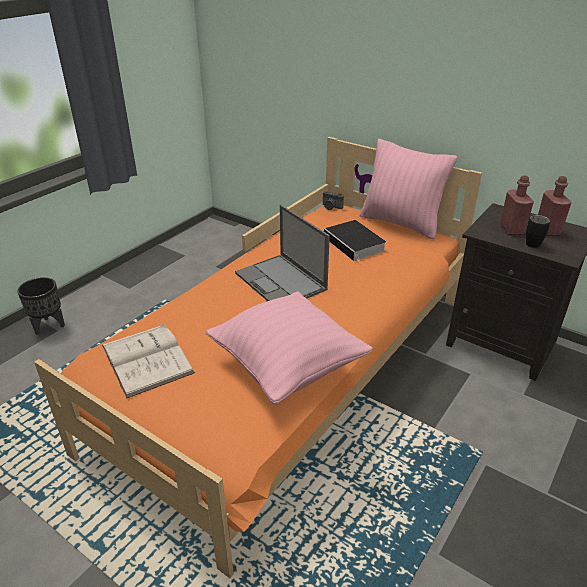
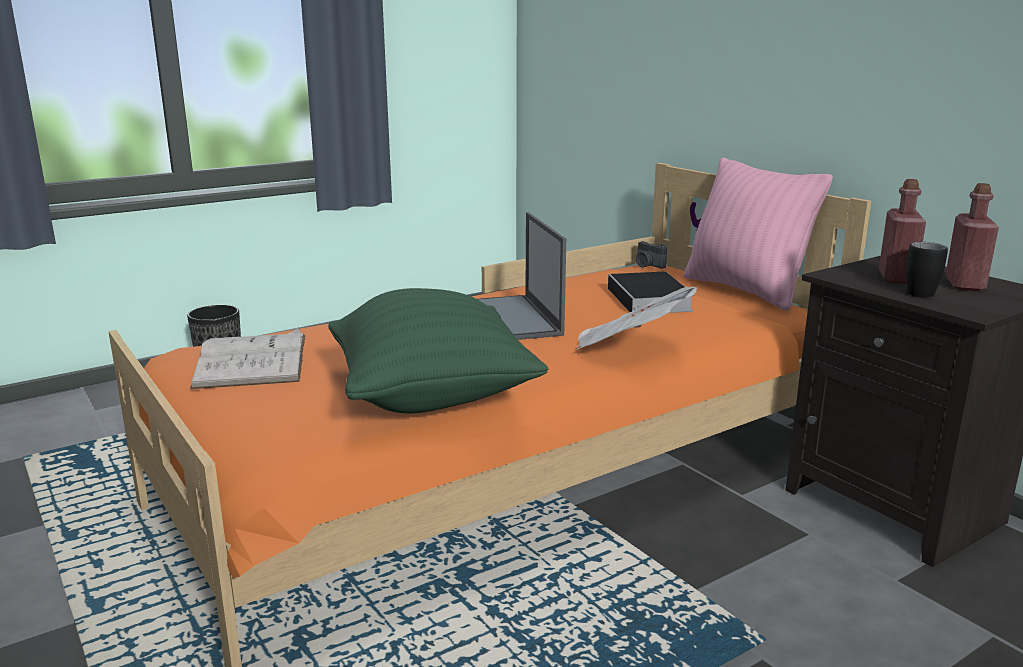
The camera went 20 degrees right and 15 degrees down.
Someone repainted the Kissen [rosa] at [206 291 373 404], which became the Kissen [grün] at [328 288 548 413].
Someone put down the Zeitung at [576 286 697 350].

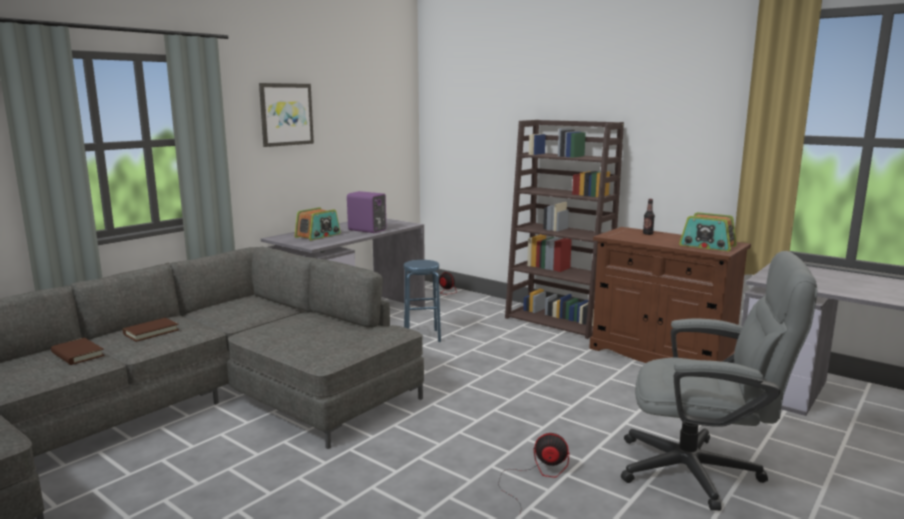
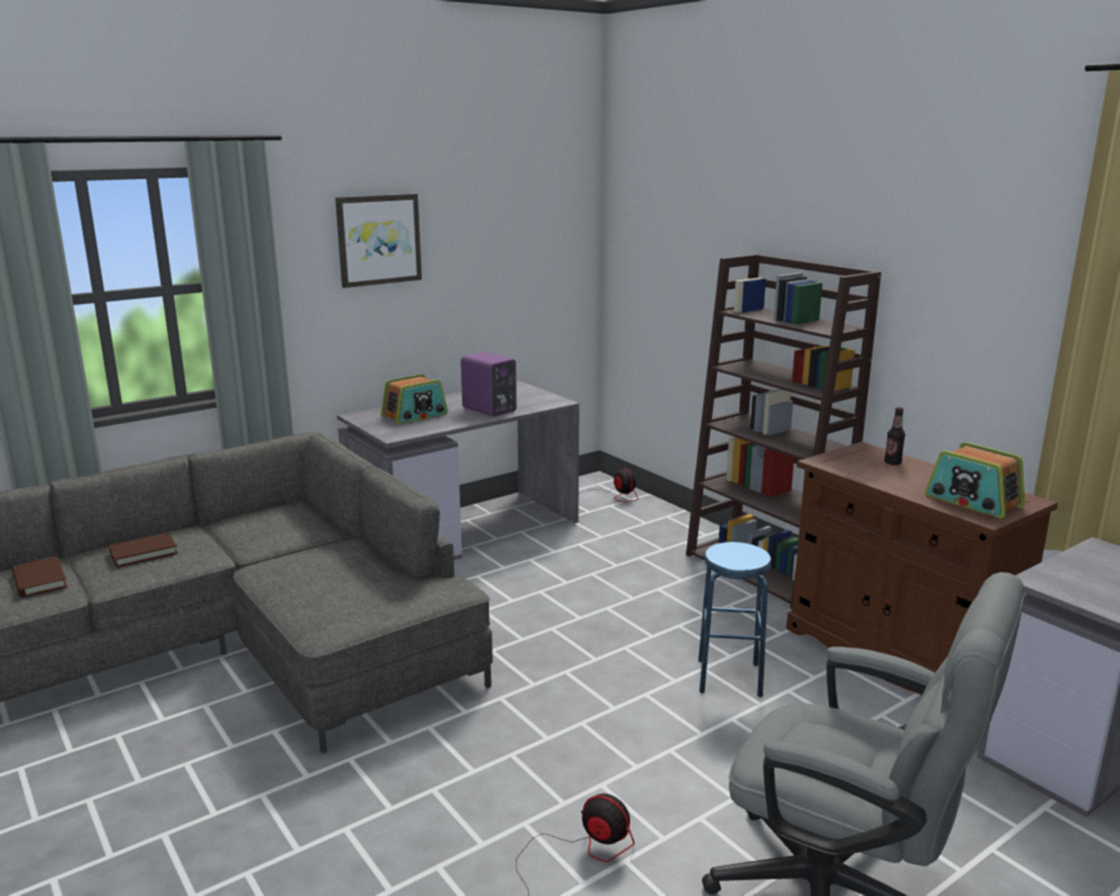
The camera went 15 degrees right and 5 degrees up.
Someone carried the Hocker [blau] from [403 260 441 342] to [698 542 771 697].

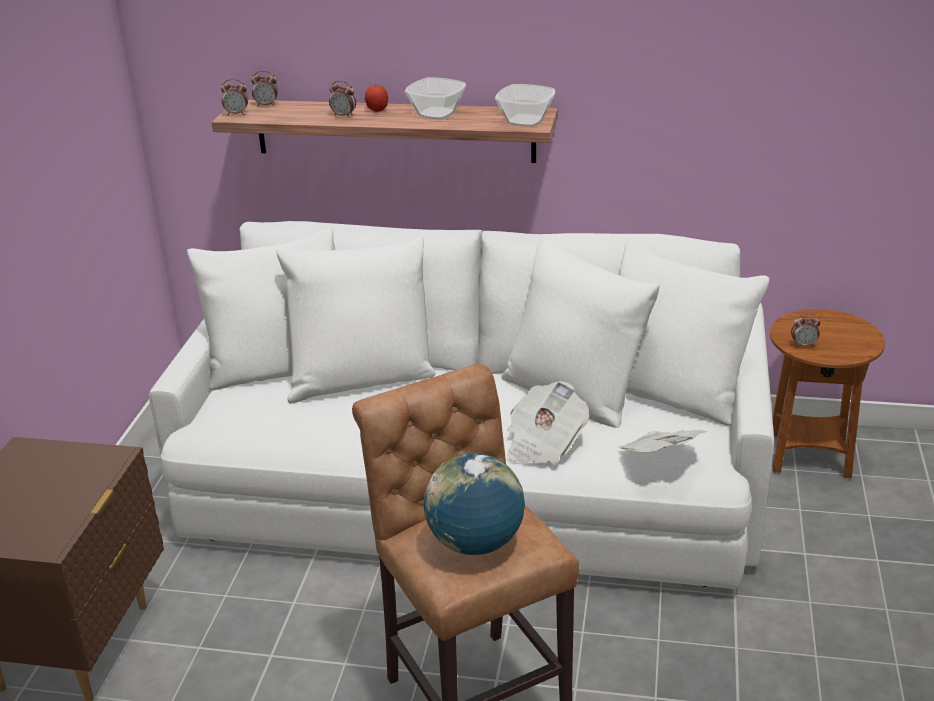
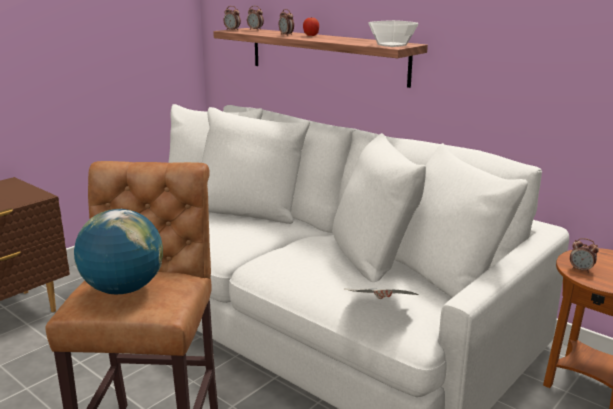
The camera went 30 degrees right and 10 degrees down.
Someone took away the Schüssel at [405 77 466 119].
Someone took away the Zeitung at [507 381 589 464].

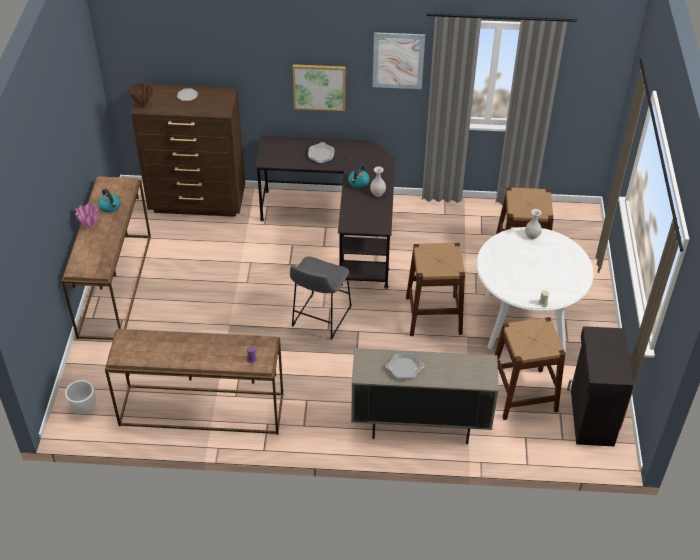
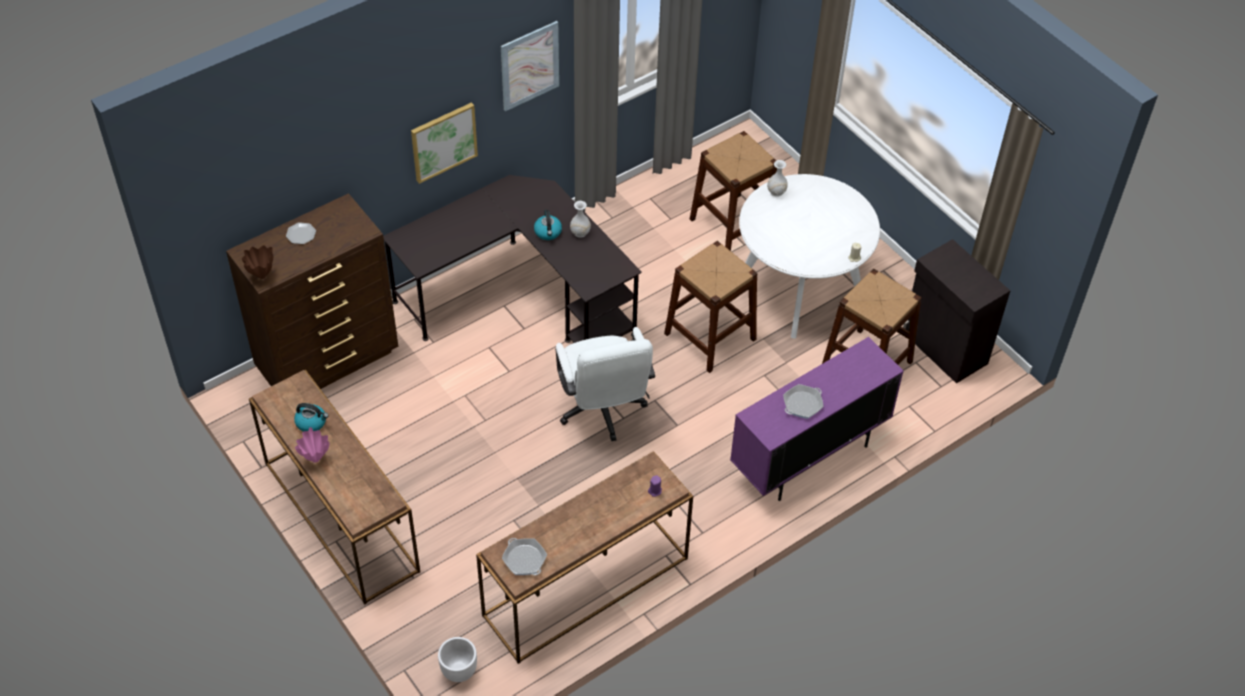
The camera went 40 degrees left and 5 degrees up.
Someone carried the Pfanne from [308 142 334 163] to [502 538 547 575].
Someone swapped the Hocker [grau] at [290 256 352 339] for the Bürostuhl [weiß] at [555 327 655 441].
Someone repainted the Schrank [beige] at [351 348 499 444], which became the Schrank [lila] at [730 337 904 501].

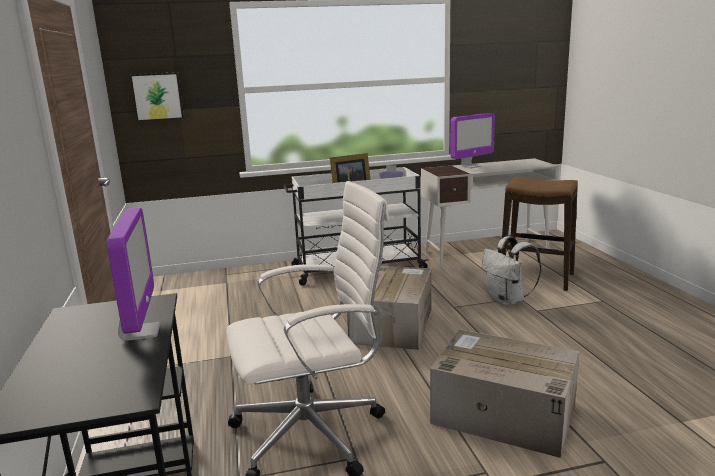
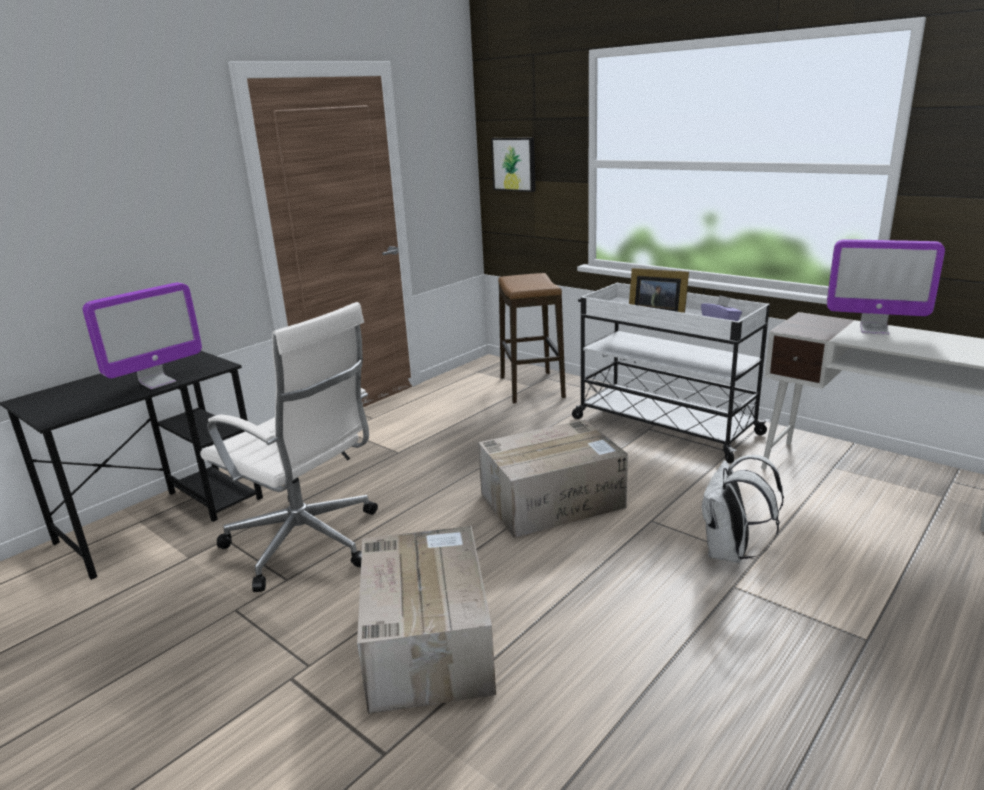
The camera went 55 degrees right and 5 degrees up.
Someone carried the Hocker from [501 177 578 291] to [498 273 566 404].

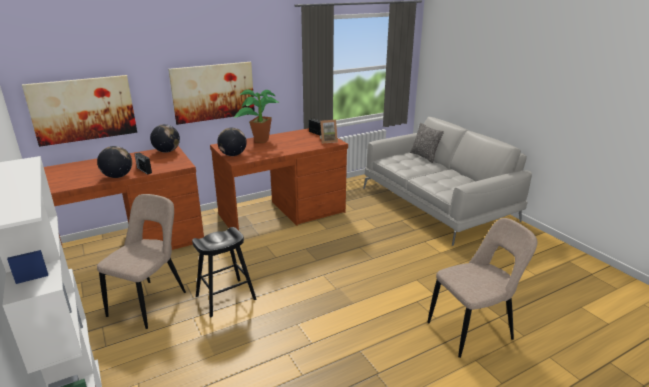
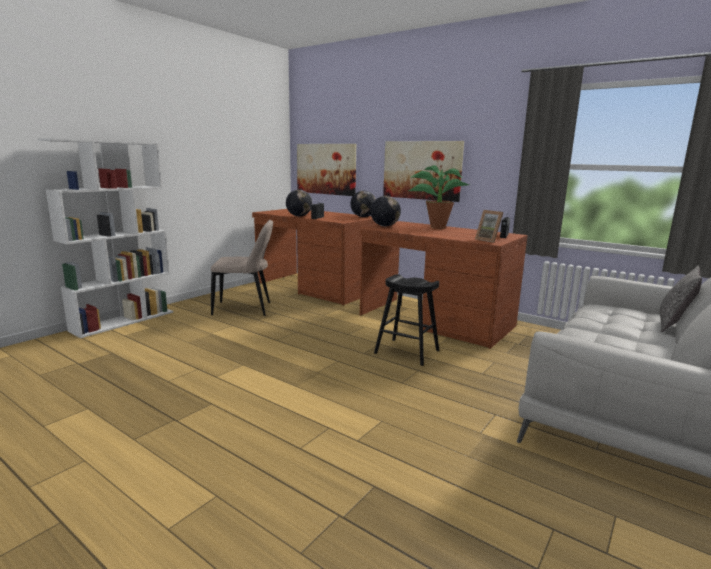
The camera went 65 degrees right and 10 degrees down.
Someone took away the Stuhl [beige] at [427 218 538 358].
Someone carried the Hocker [schwarz] from [192 227 256 317] to [374 274 439 366].

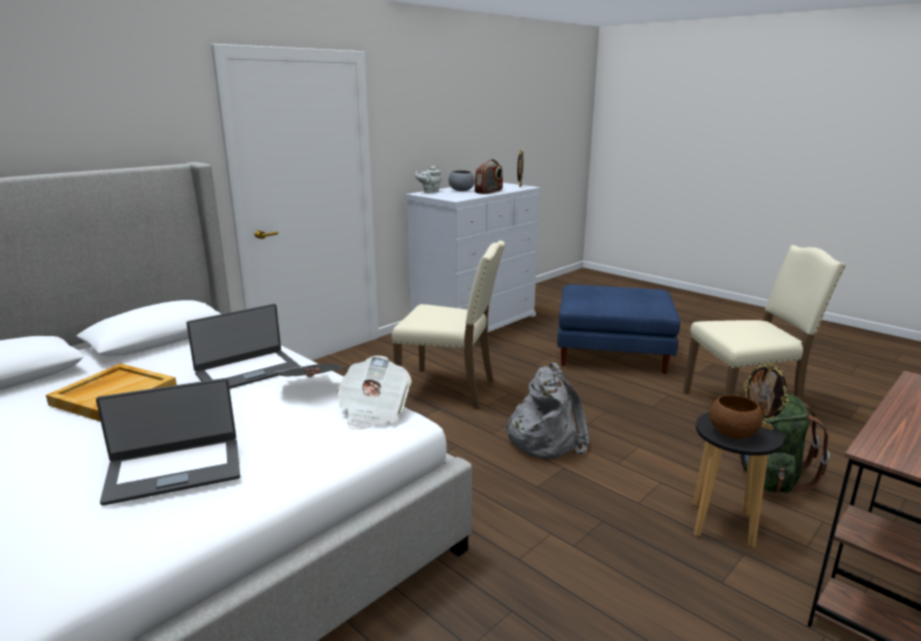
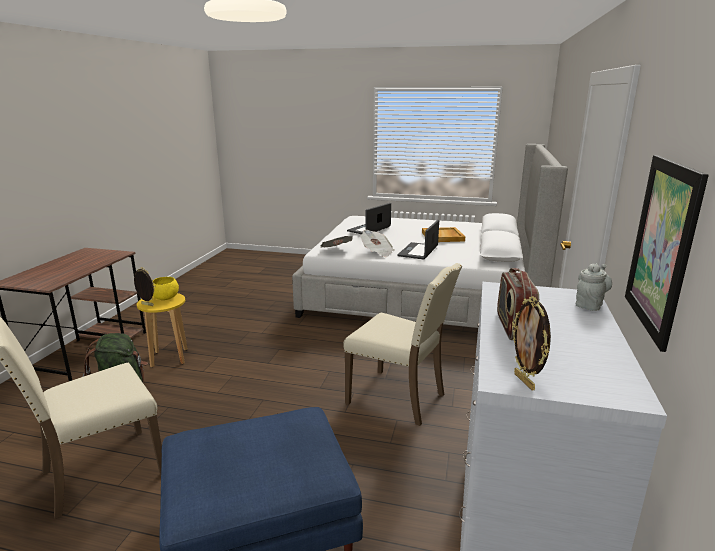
The camera went 150 degrees right and 0 degrees up.
Someone took away the Schüssel [grau] at [448 170 475 191].
Someone rotated the Stuhl [beige] at [391 241 506 409] by 135 degrees counterclockwise.
Someone took away the Rucksack [grau] at [503 362 589 459].
Someone repainted the Schüssel [braun] at [710 395 762 439], which became the Schüssel [gelb] at [153 277 179 300].
Someone repainted the Hocker [schwarz] at [693 412 784 548], which became the Hocker [gelb] at [137 293 188 367].
Someone put up the Bild at [625 155 709 352].

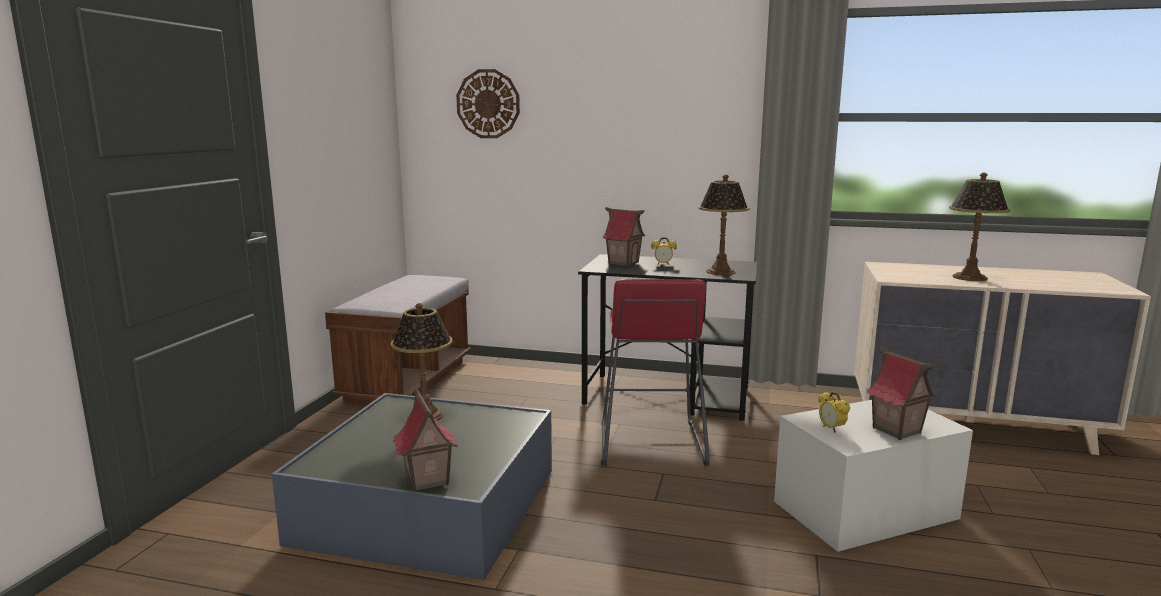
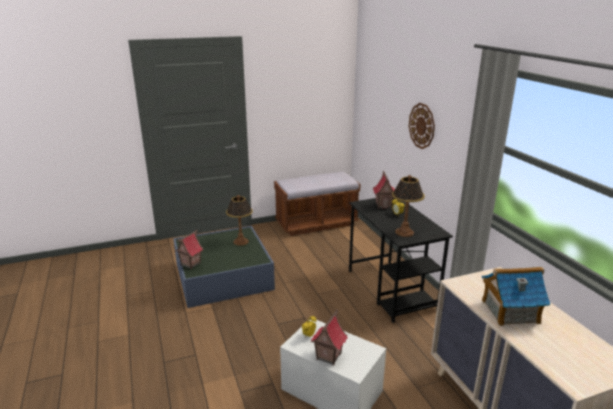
The camera went 55 degrees right and 10 degrees up.
Someone carried the Wanduhr from [456 69 520 138] to [409 103 435 149].
Someone swapped the Tischlampe at [949 173 1011 281] for the Spielzeughaus at [482 267 550 326].
Someone took away the Hocker [rot] at [601 279 710 466].

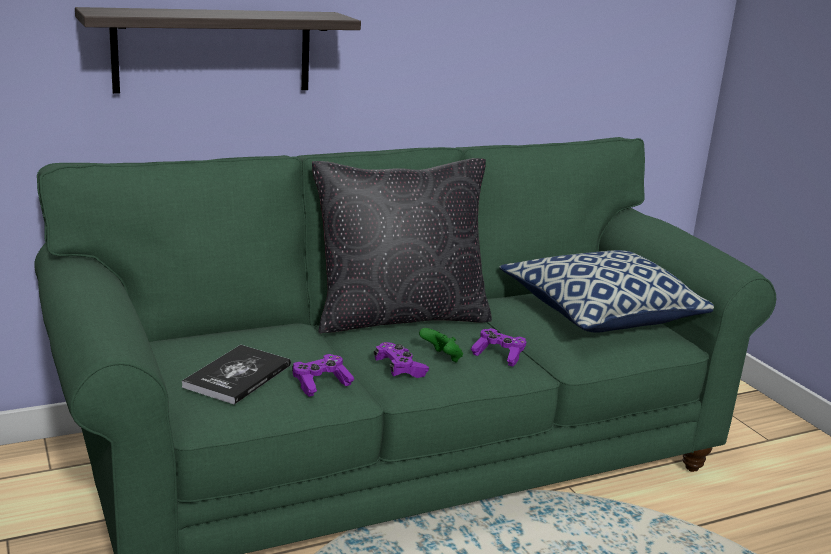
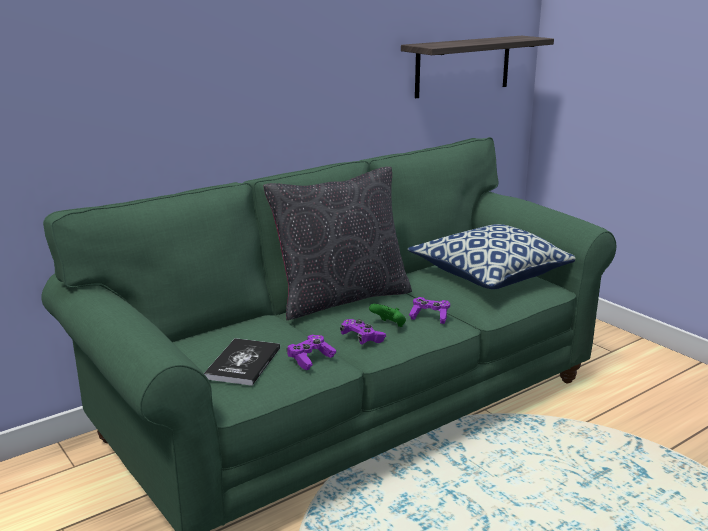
The camera went 10 degrees left and 0 degrees up.
Someone carried the Wandregal from [75 7 361 94] to [401 36 554 98].

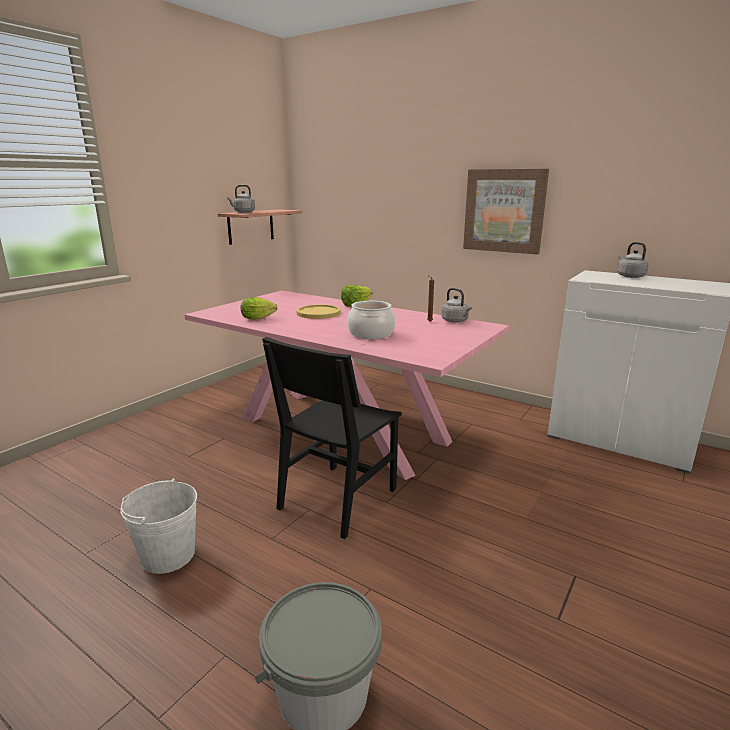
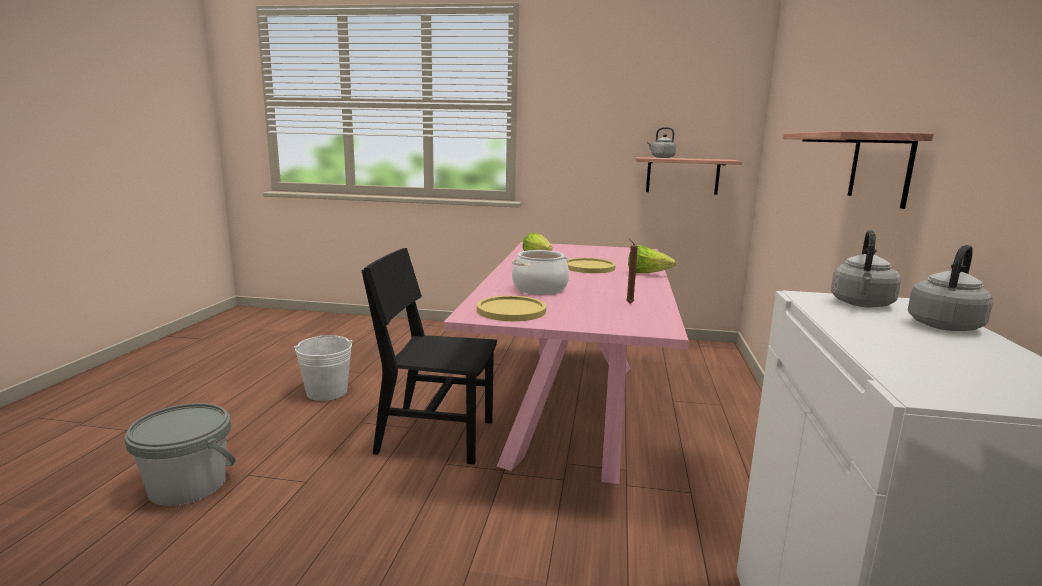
The camera went 65 degrees right and 5 degrees down.
Someone swapped the Bild at [463 169 549 255] for the Wandregal at [783 131 934 209].
Someone carried the Wasserkessel [grau] from [441 288 472 323] to [831 230 901 308].
Someone put down the Teller [gelb] at [477 296 546 321].

